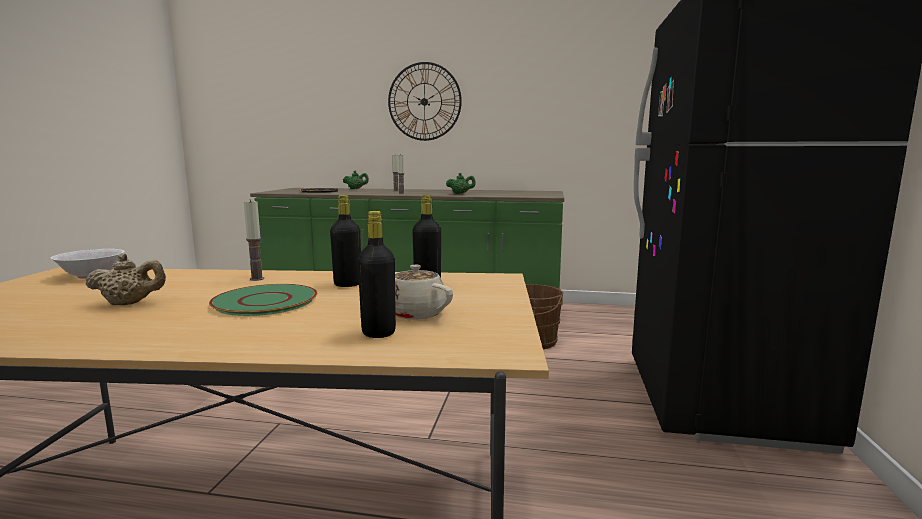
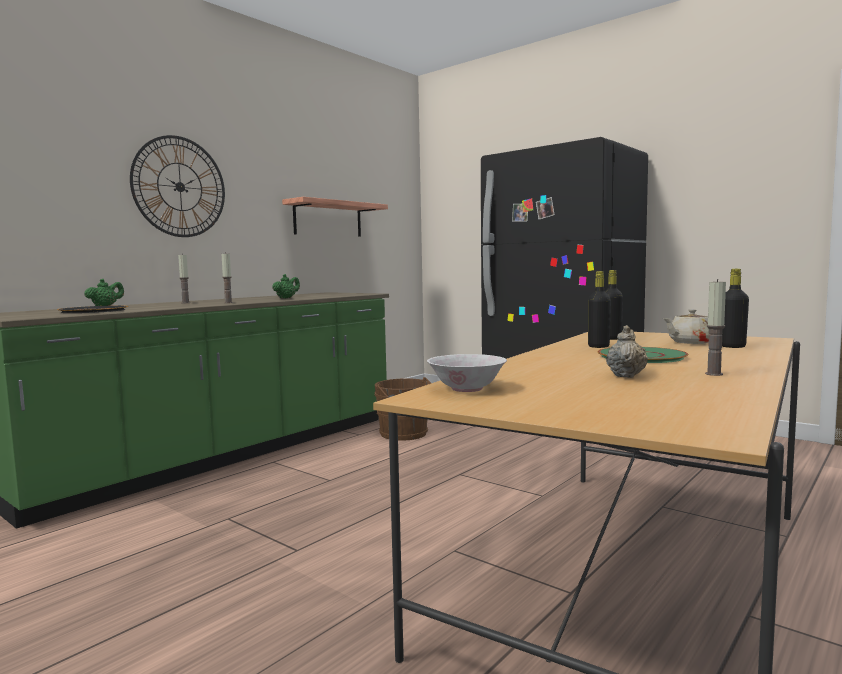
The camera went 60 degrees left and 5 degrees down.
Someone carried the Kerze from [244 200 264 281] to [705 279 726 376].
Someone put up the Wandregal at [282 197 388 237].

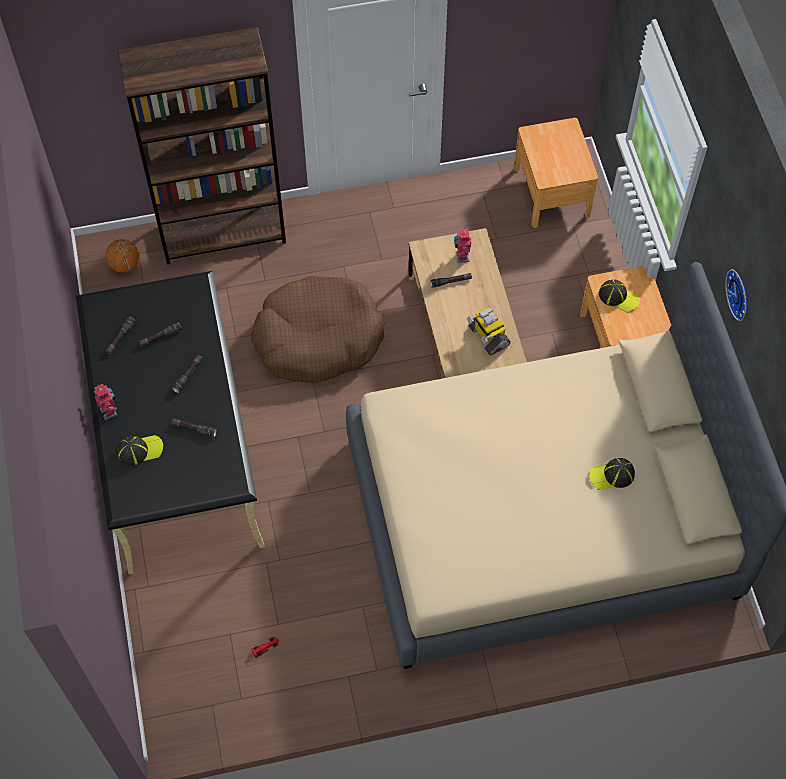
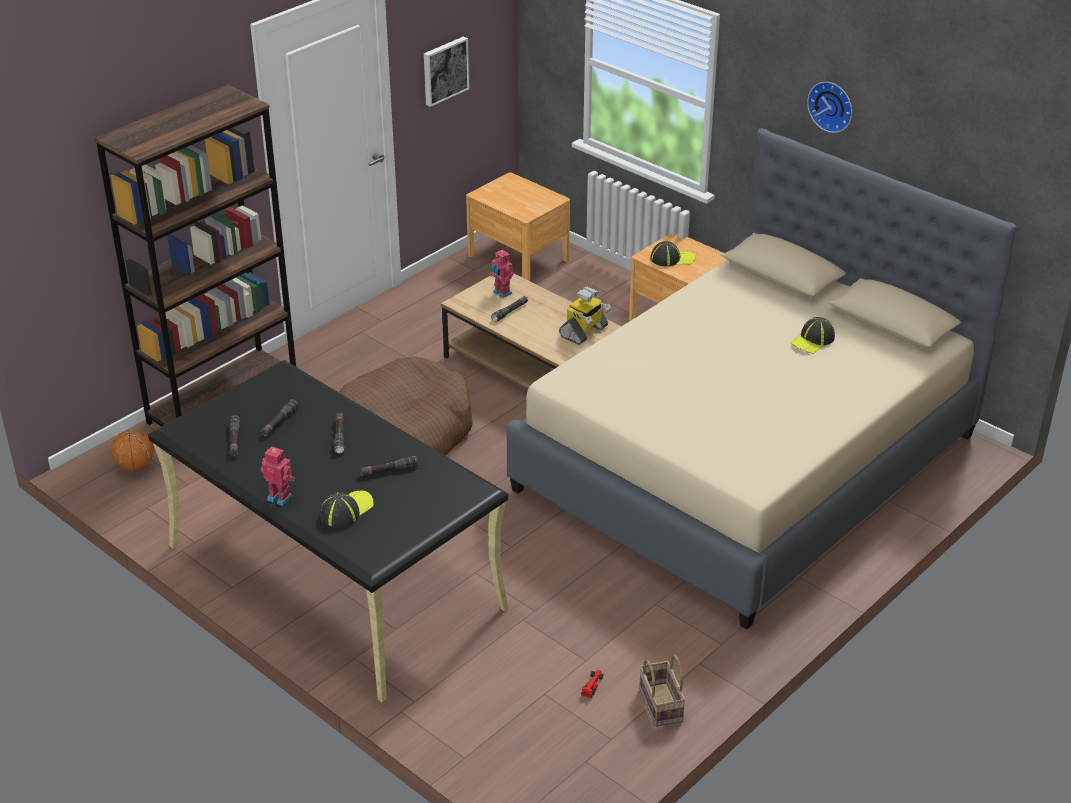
The camera went 35 degrees left and 25 degrees down.
Someone rotated the Spielzeugroboter at [467 308 511 355] by 75 degrees counterclockwise.
Someone put up the Bild at [424 37 469 107].
Someone put down the Korb at [639 654 686 727].

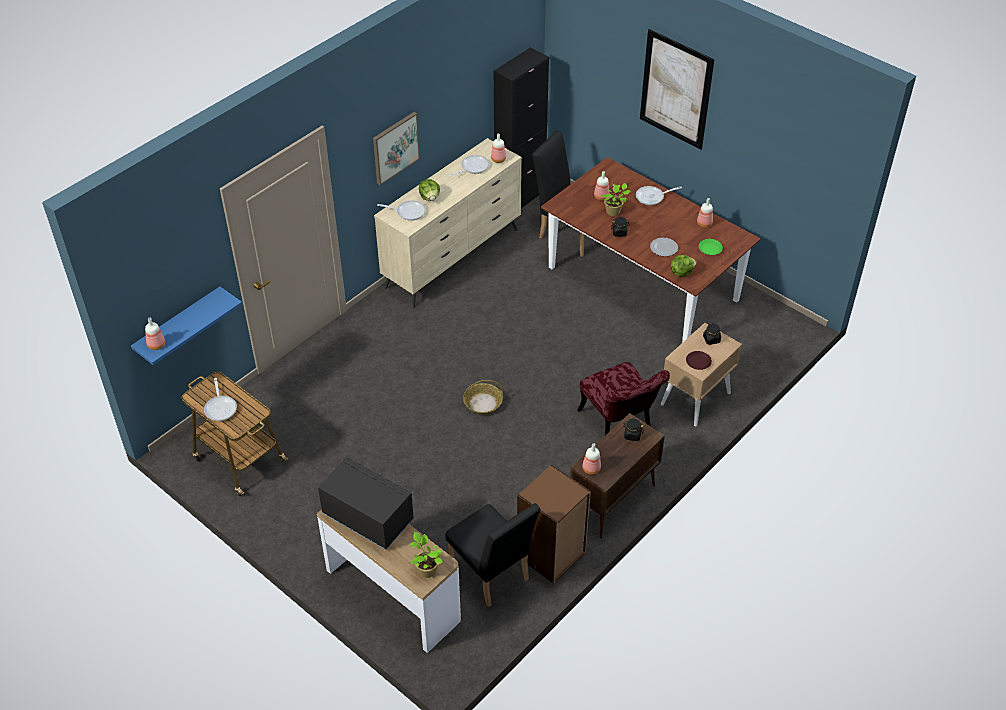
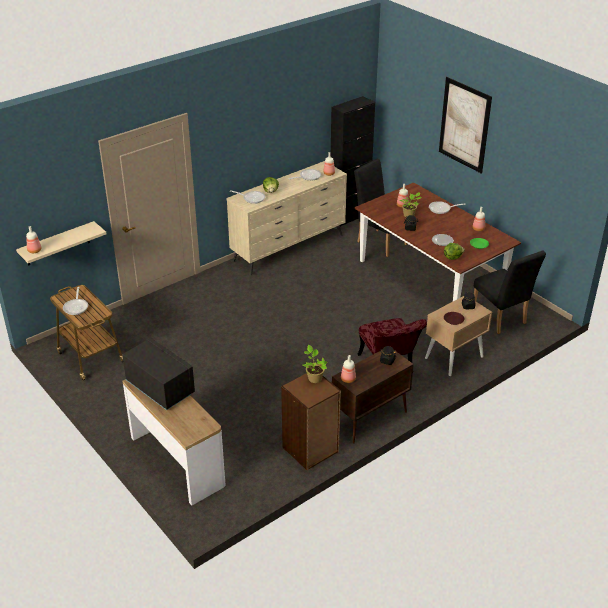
The camera went 10 degrees right and 10 degrees down.
Someone took away the Bild at [373 112 420 185].
Someone repainted the Wandregal [blau] at [131 287 242 365], which became the Wandregal [beige] at [16 221 106 266].
Someone took away the Korb at [463 380 503 415].
Someone carried the Stuhl [schwarz] from [446 503 540 608] to [474 250 546 334].
Someone carried the Topfpflanze from [410 532 443 578] to [303 345 327 383].

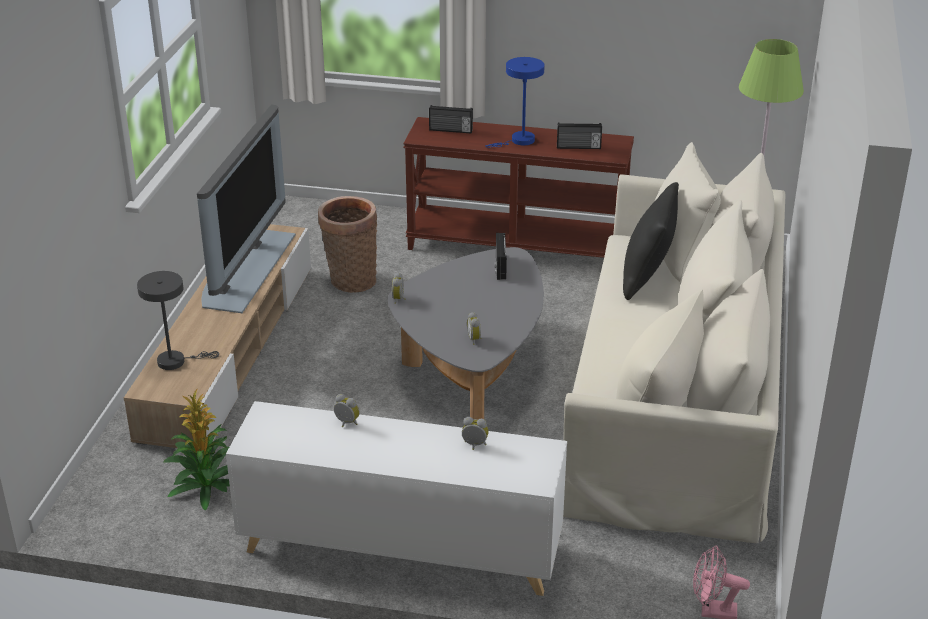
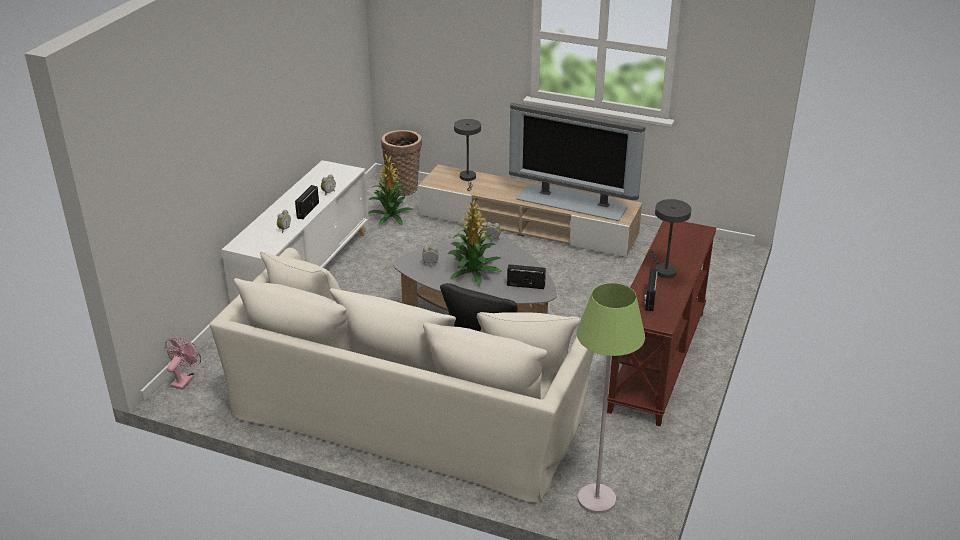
The camera went 100 degrees right and 0 degrees up.
Someone repainted the Tischlampe [blau] at [485 57 545 148], which became the Tischlampe [grau] at [650 199 691 278].
Someone carried the Radio from [429 105 473 134] to [295 185 319 219].
Someone carried the Korb from [318 196 377 293] to [381 130 422 196].
Someone put down the Topfpflanze at [448 199 502 285].

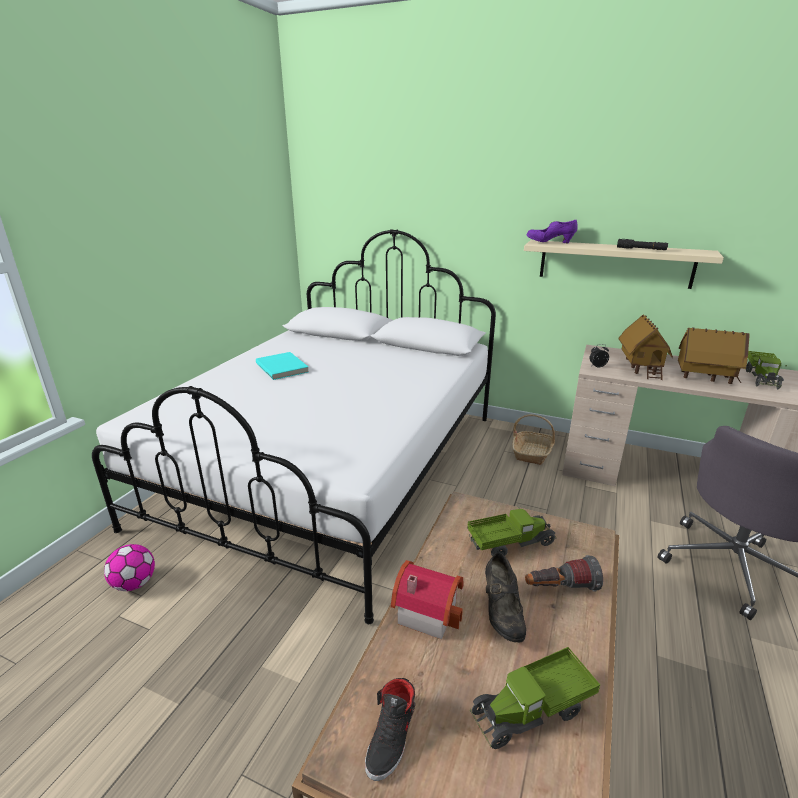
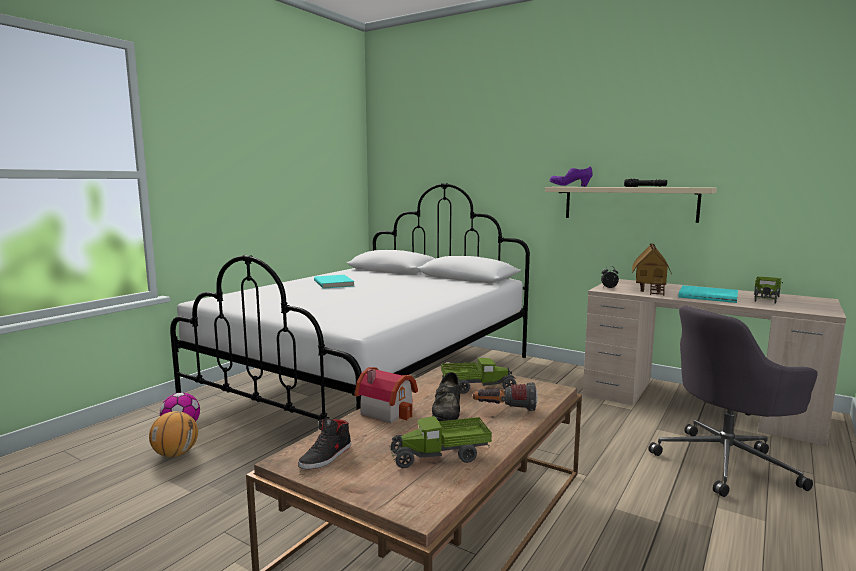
The camera went 10 degrees right and 15 degrees down.
Someone swapped the Spielzeughaus at [678 327 750 384] for the Buch [türkis] at [679 285 738 303].
Someone took away the Korb at [512 414 555 465].
Someone put down the Basketball at [149 411 198 457].

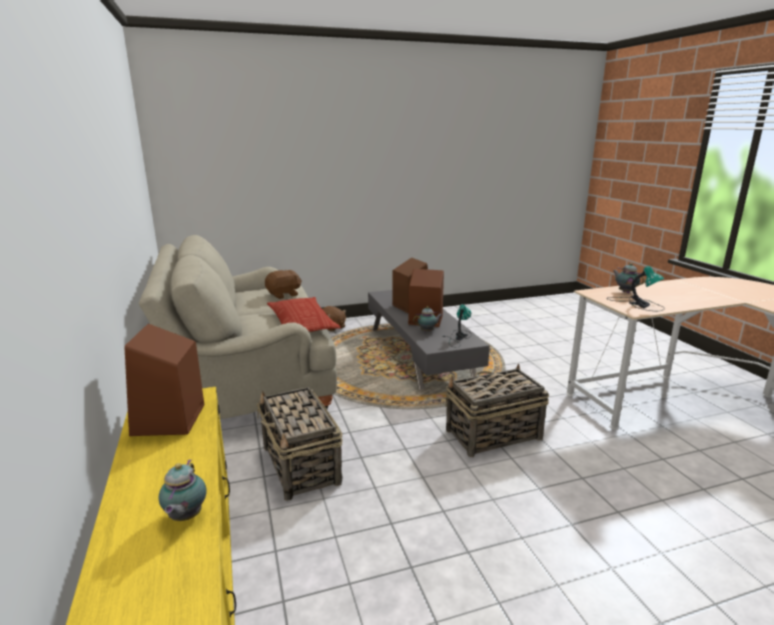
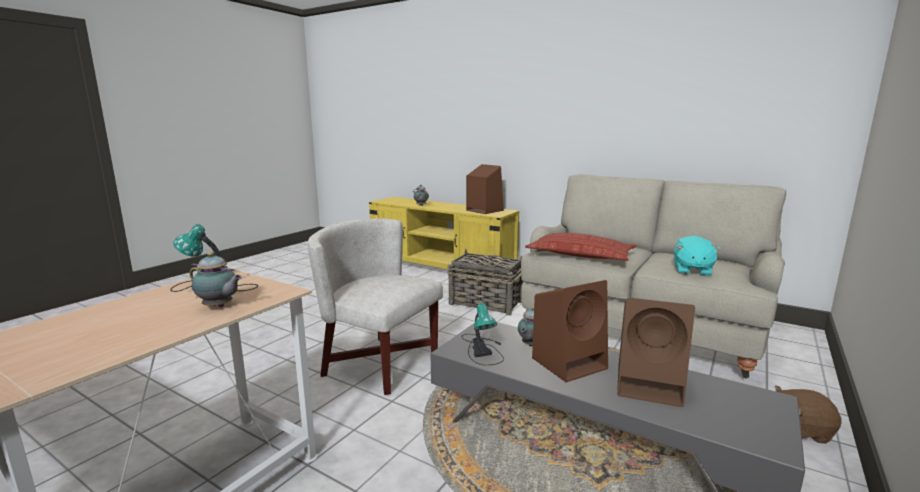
The camera went 140 degrees right and 5 degrees down.
Someone repainted the Plüschtier [braun] at [265 270 302 299], which became the Plüschtier [türkis] at [674 236 721 276].
Someone swapped the Korb at [445 363 549 457] for the Sessel [weiß] at [308 218 443 395].

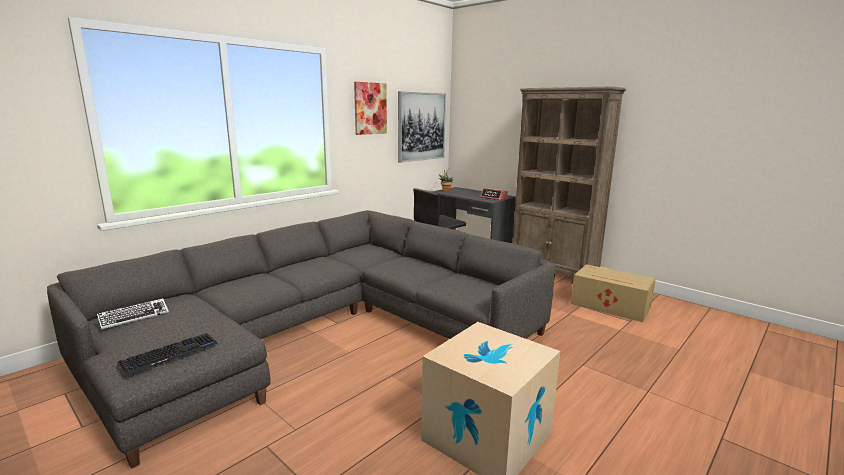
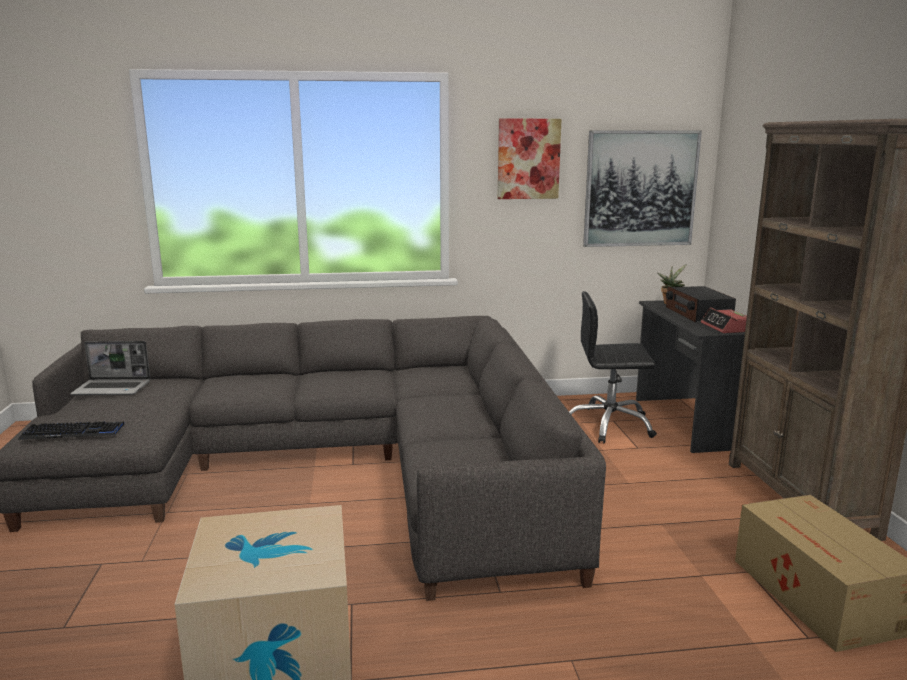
The camera went 40 degrees right and 0 degrees up.
Someone swapped the Tastatur at [97 298 169 330] for the Laptop at [70 341 150 395].
Someone put down the Radio at [666 286 736 322].

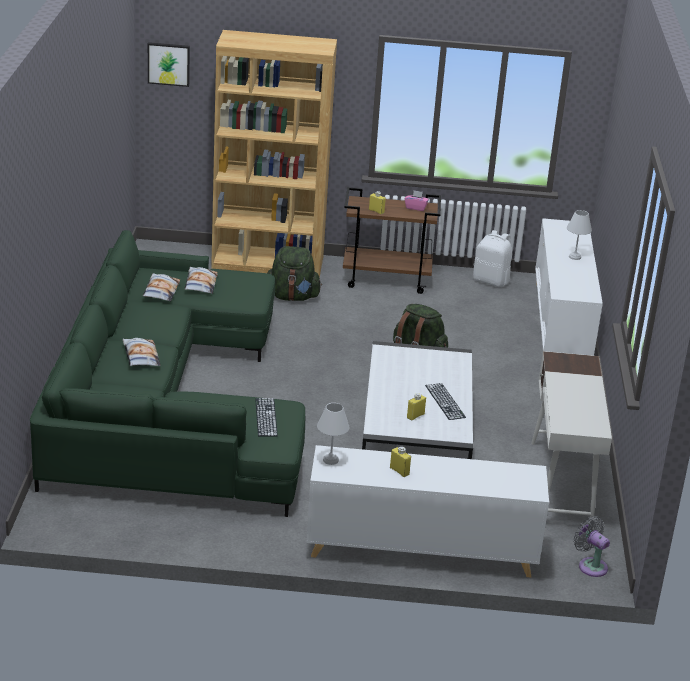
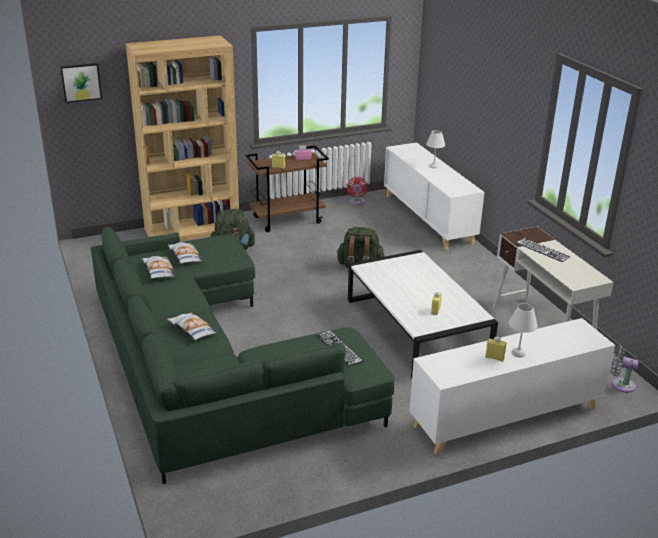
The camera went 25 degrees left and 0 degrees up.
Someone swapped the Rucksack [weiß] at [473 230 512 287] for the Ventilator [rot] at [346 177 369 205].
Someone carried the Tastatur from [425 383 466 420] to [516 238 570 262].
Someone carried the Tischlampe [weiß] from [317 403 350 465] to [509 303 538 357].

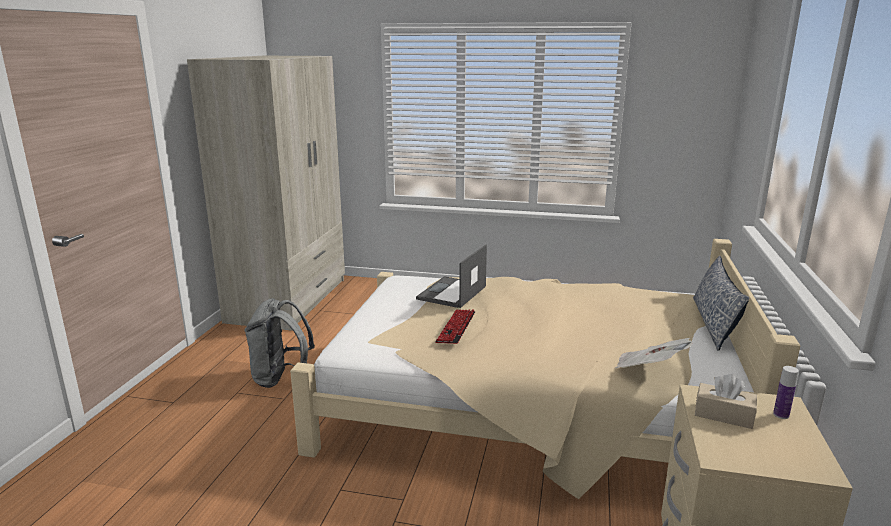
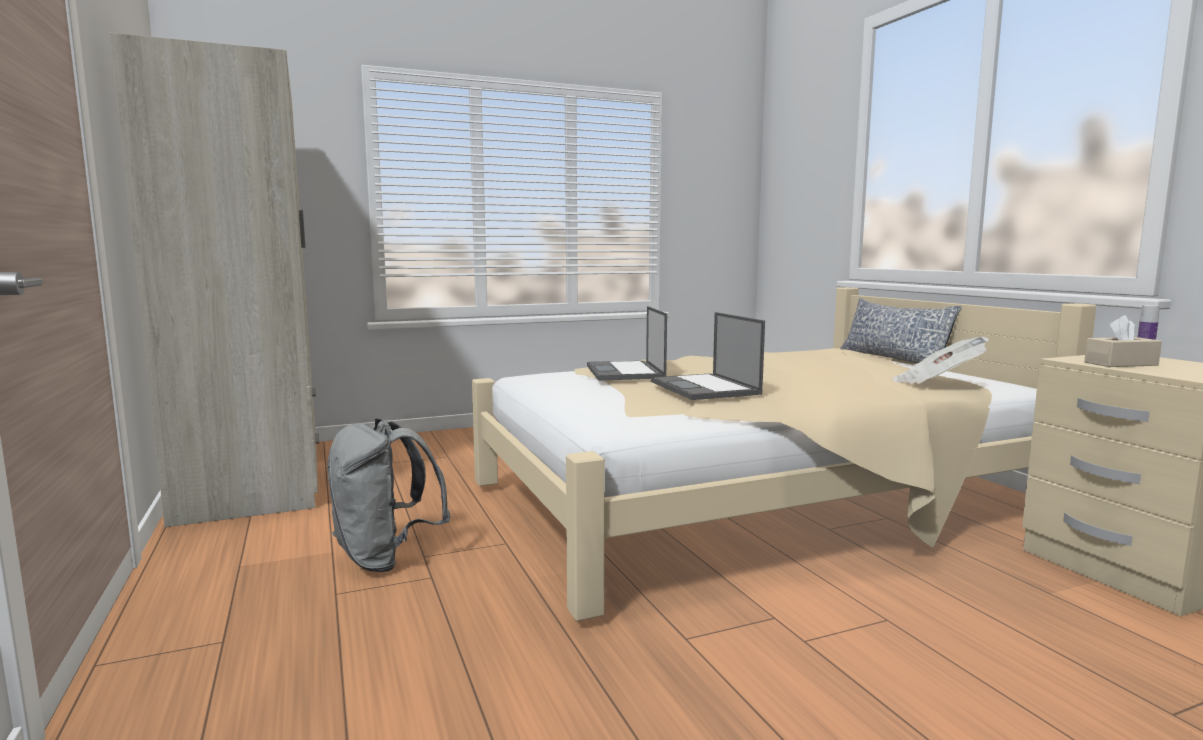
The camera went 35 degrees left and 10 degrees down.
Someone swapped the Tastatur at [435 309 475 344] for the Laptop at [651 312 765 400].

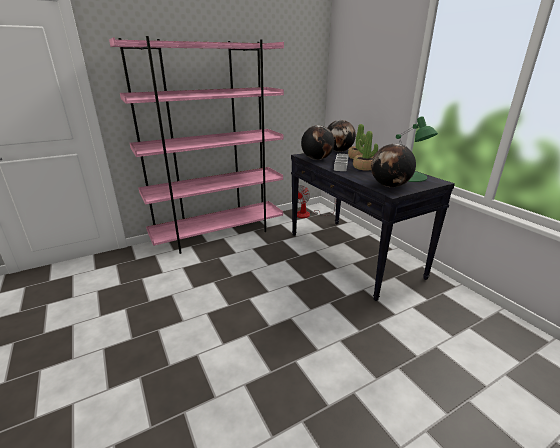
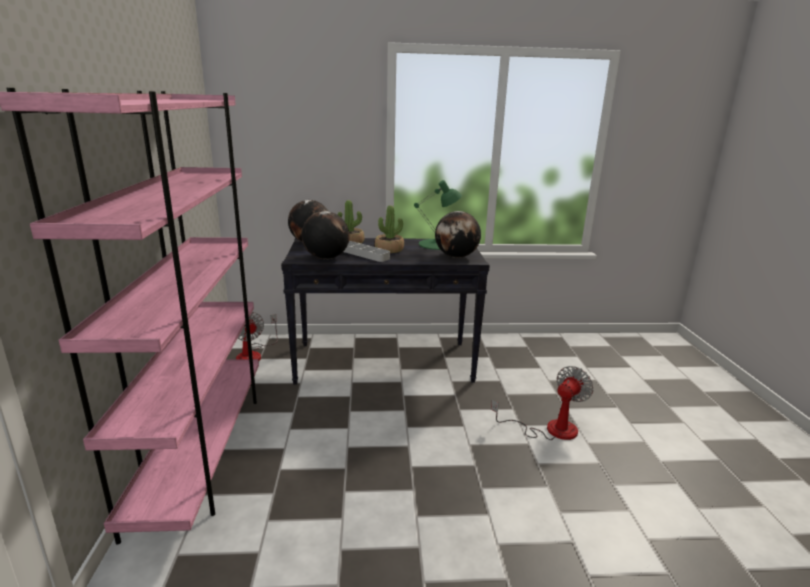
The camera went 65 degrees left and 5 degrees down.
Someone put down the Ventilator at [491 366 593 440].

